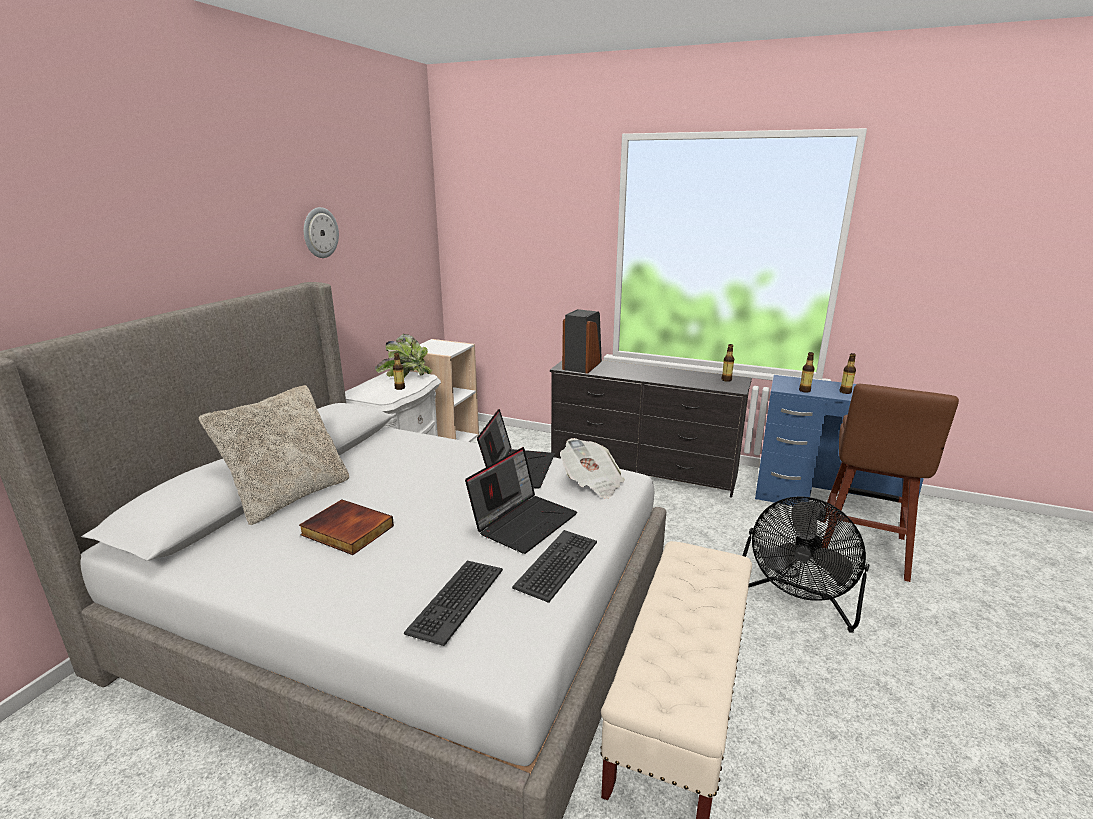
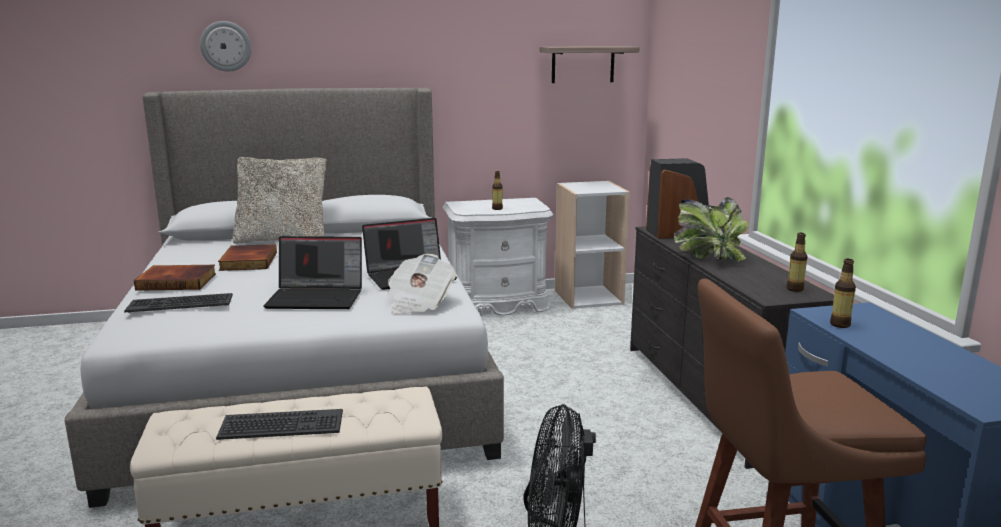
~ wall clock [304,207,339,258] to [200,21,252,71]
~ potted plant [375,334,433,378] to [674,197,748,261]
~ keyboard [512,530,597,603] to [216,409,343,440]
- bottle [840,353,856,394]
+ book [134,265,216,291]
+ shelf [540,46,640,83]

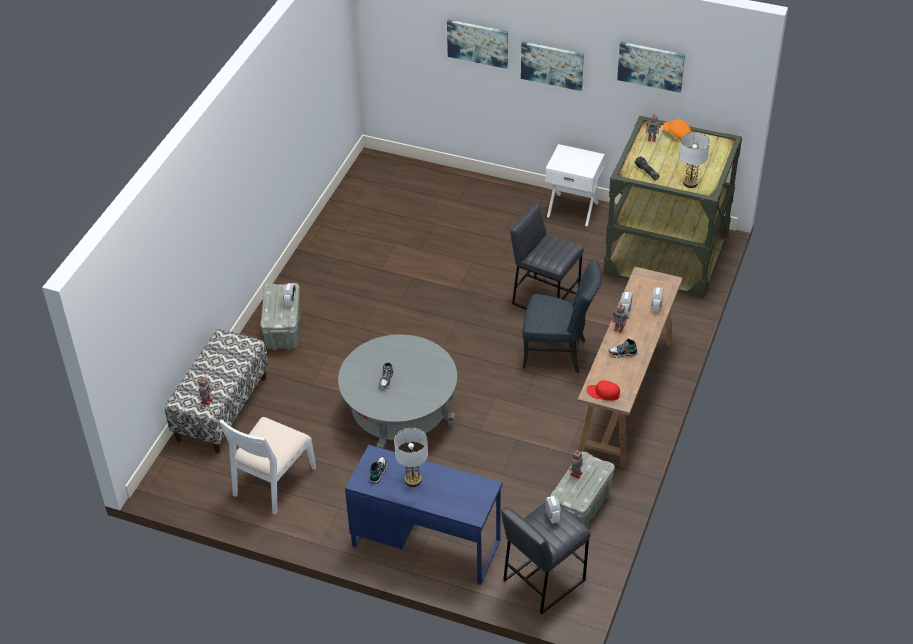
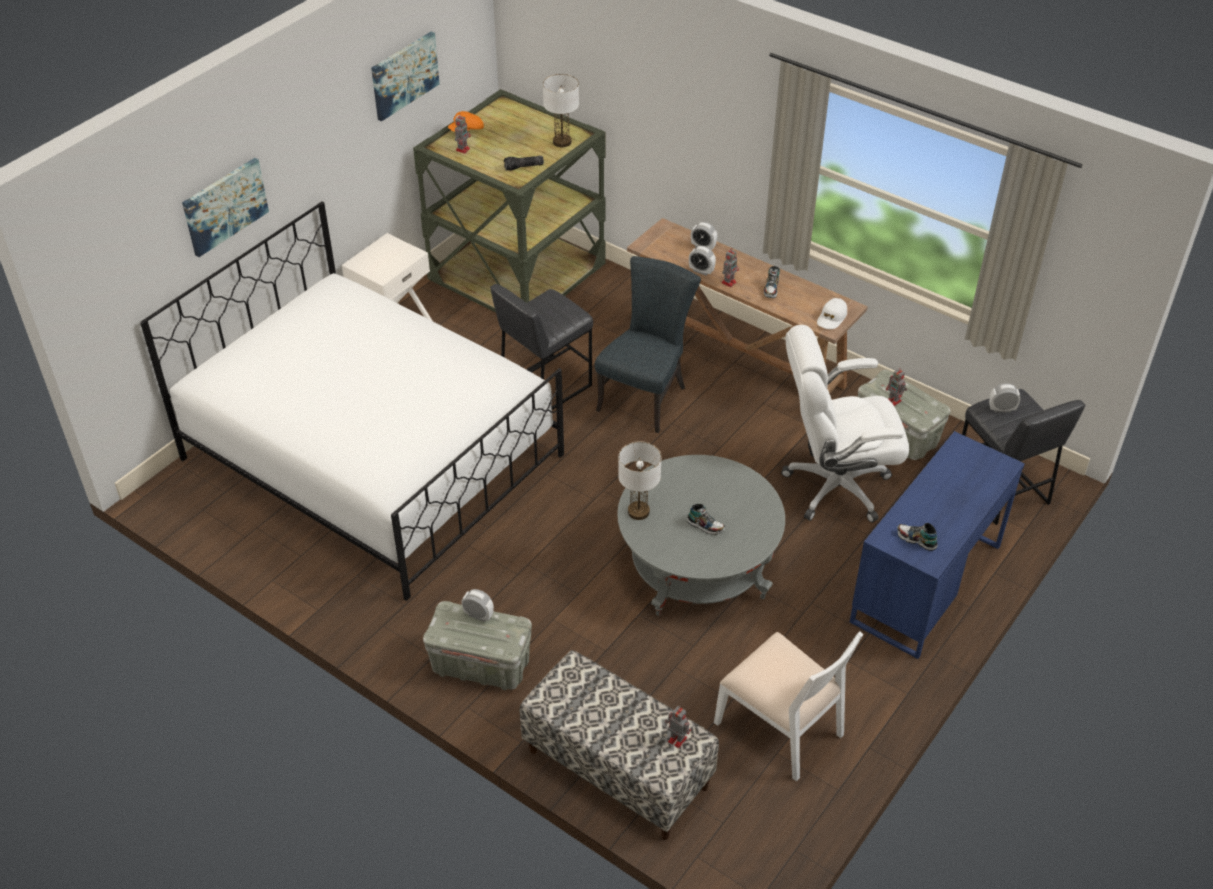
~ table lamp [394,428,428,487] to [618,441,661,520]
- picture [521,42,584,91]
~ red cap [587,380,620,401] to white cap [817,298,847,329]
+ white bed [140,201,564,601]
+ white office chair [781,325,909,523]

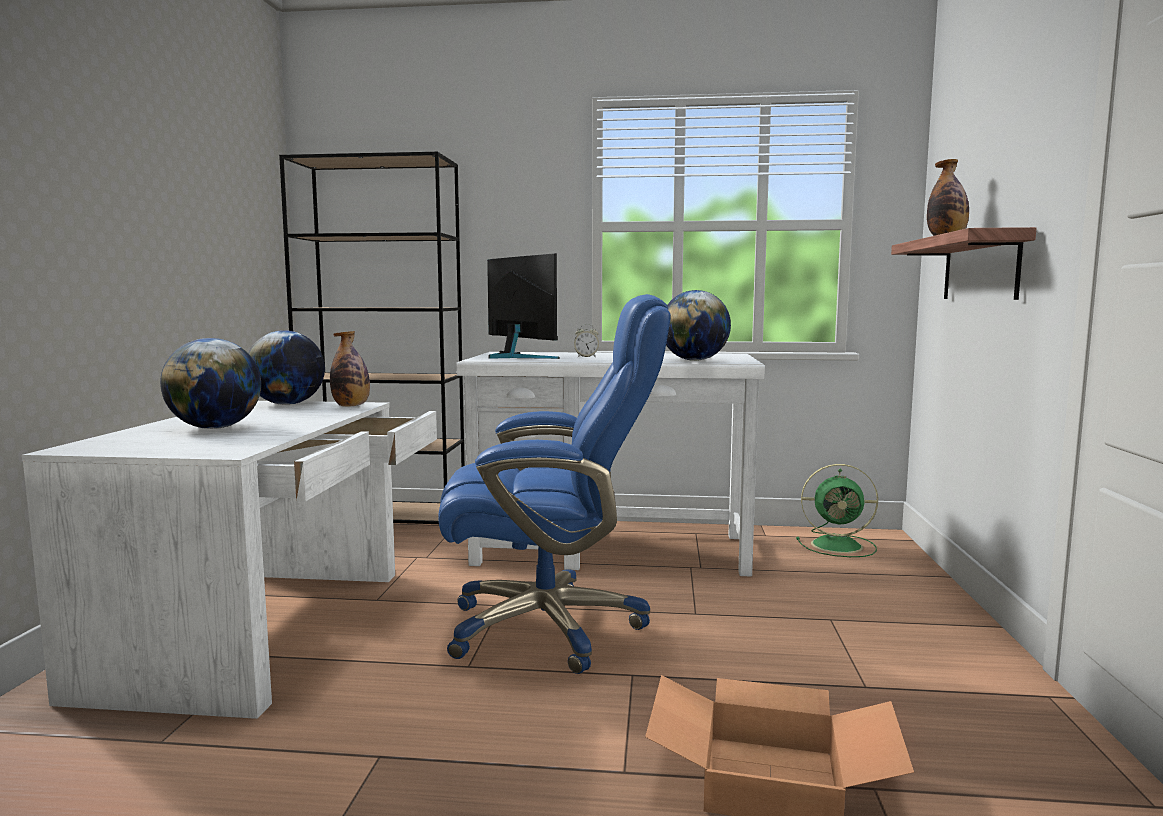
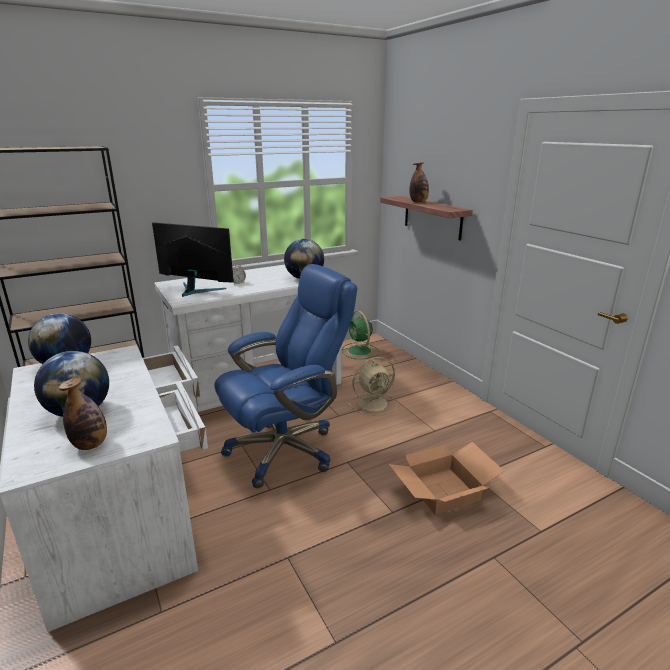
~ bottle [330,331,370,407] to [59,378,107,450]
~ green fan [796,464,878,557] = [342,311,379,359] 90 degrees clockwise
+ beige fan [348,357,397,416]

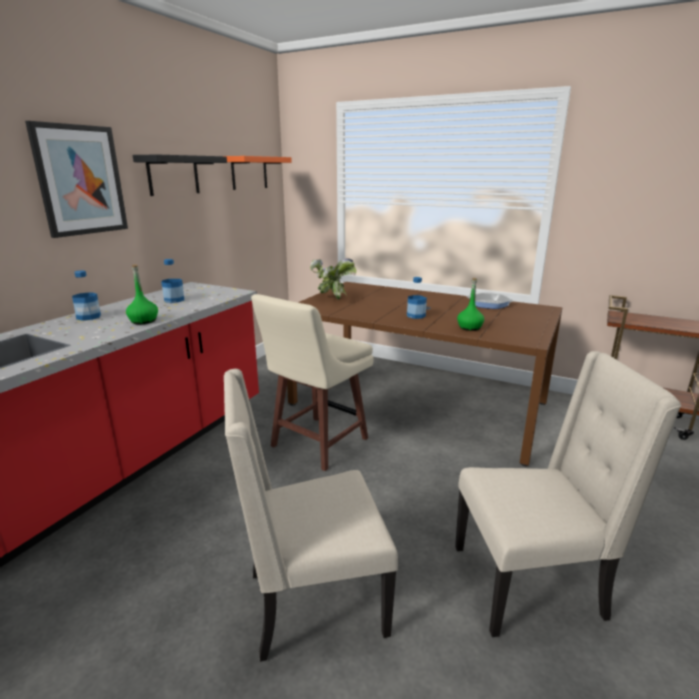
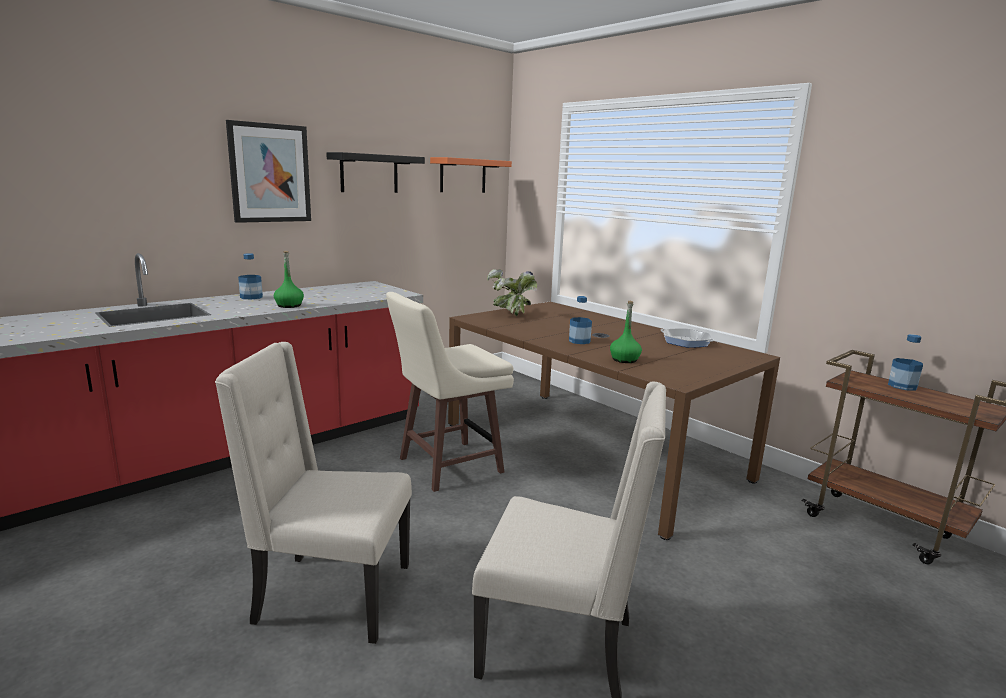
~ bottle [161,259,184,303] to [888,334,923,390]

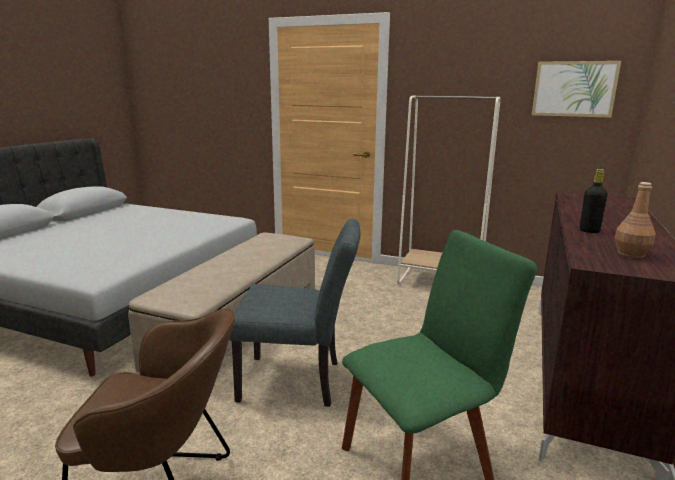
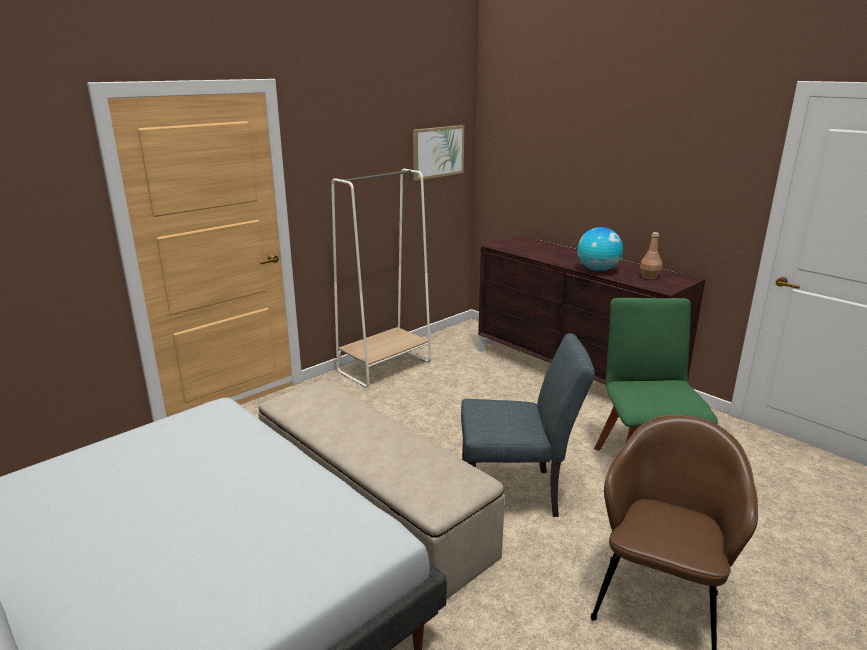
~ grey chair [229,219,360,407] = [461,333,595,517] 60 degrees clockwise
~ black bottle [580,169,608,233] to globe [577,227,623,272]

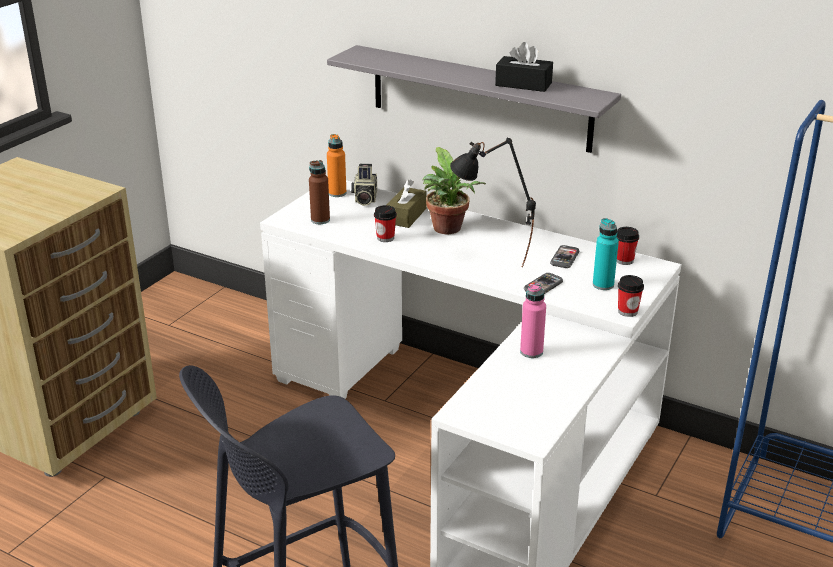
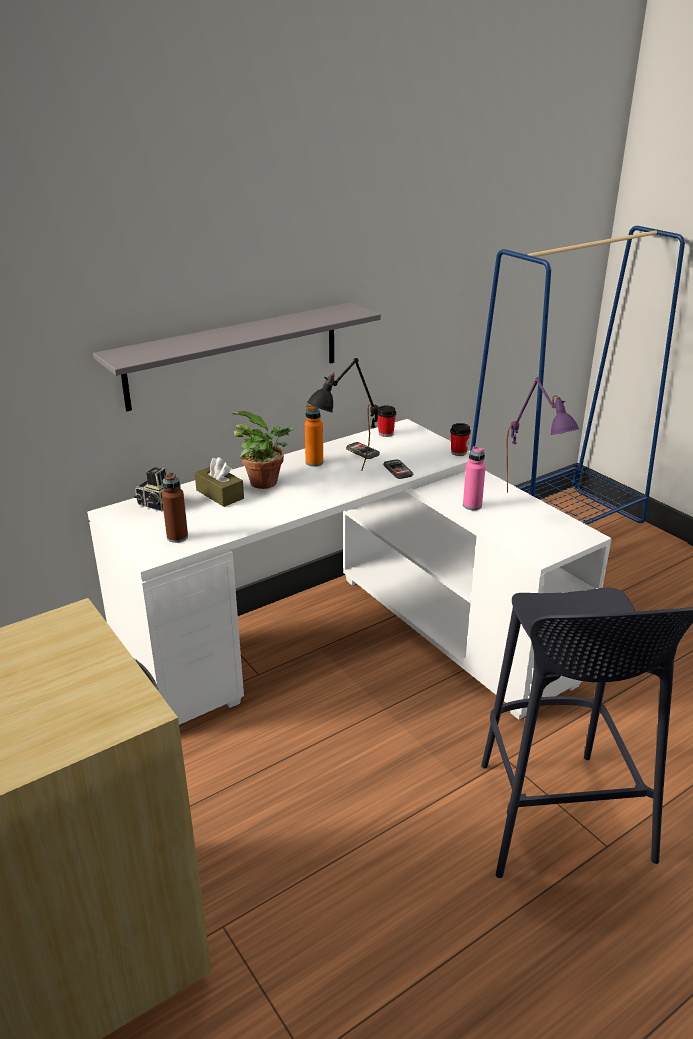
~ orange bottle [327,134,347,197] to [305,406,323,467]
- cup [374,205,397,242]
- black tissue box [495,42,553,92]
- turquoise bottle [593,218,619,290]
+ purple table lamp [507,377,579,493]

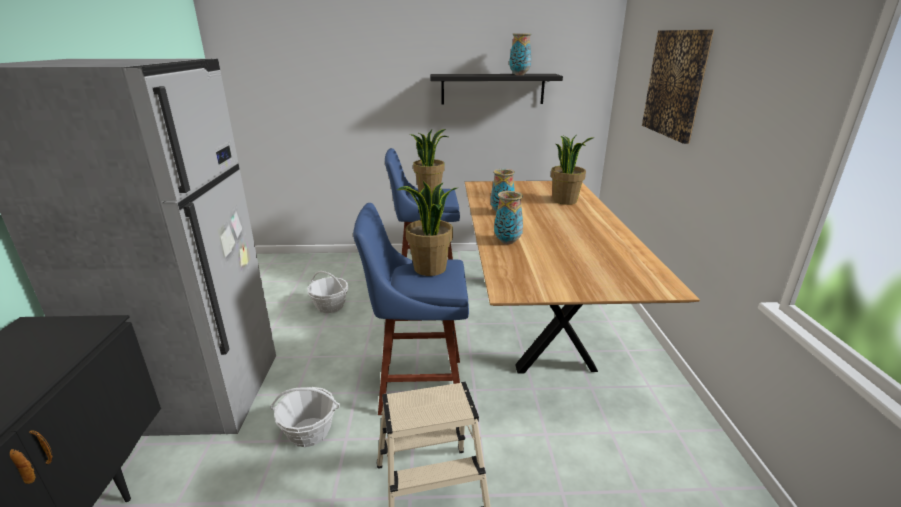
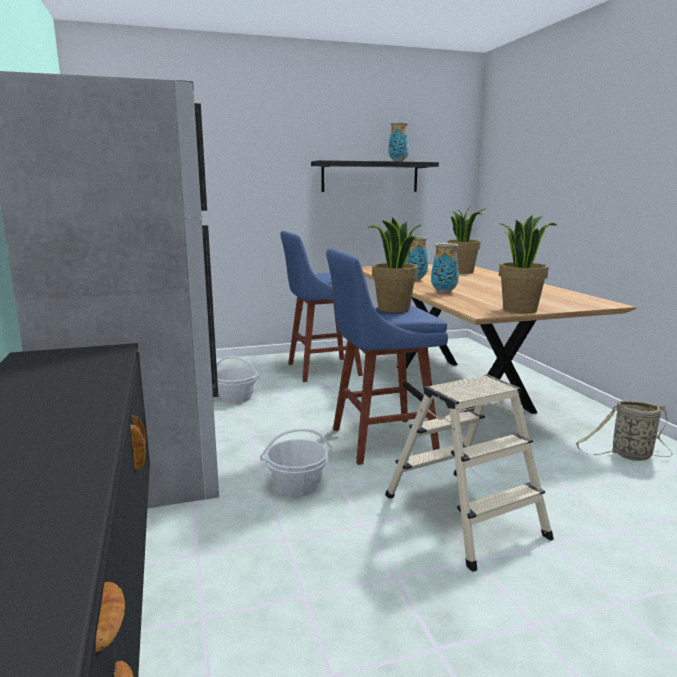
~ potted plant [410,129,448,193] to [499,215,557,313]
- picture [642,30,714,144]
+ basket [576,401,673,461]

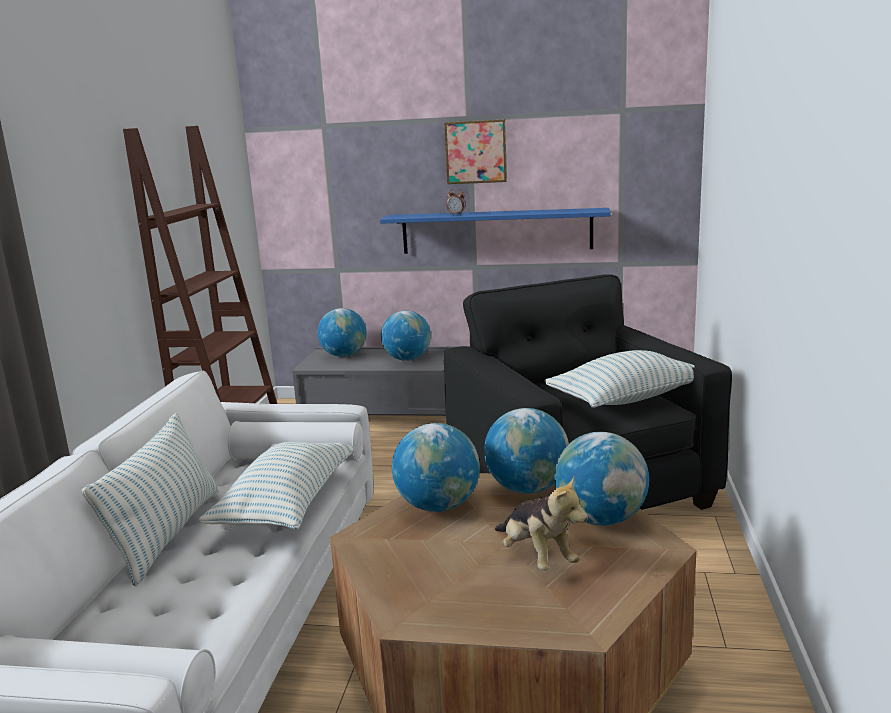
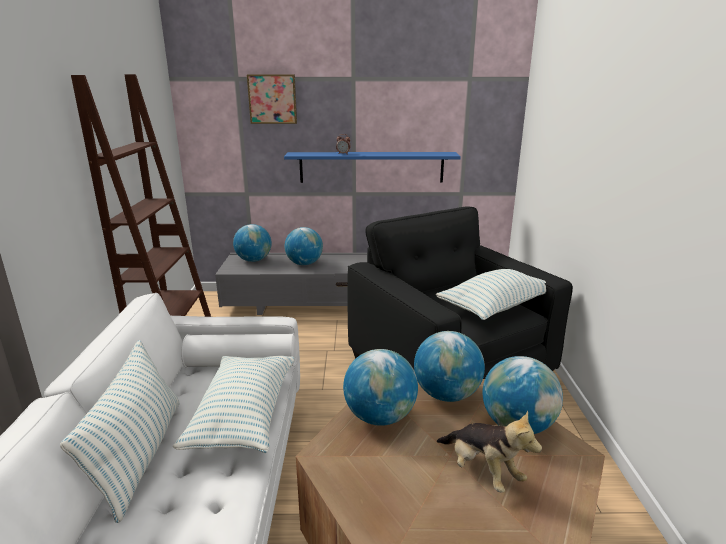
~ picture [444,119,507,184] to [247,74,297,124]

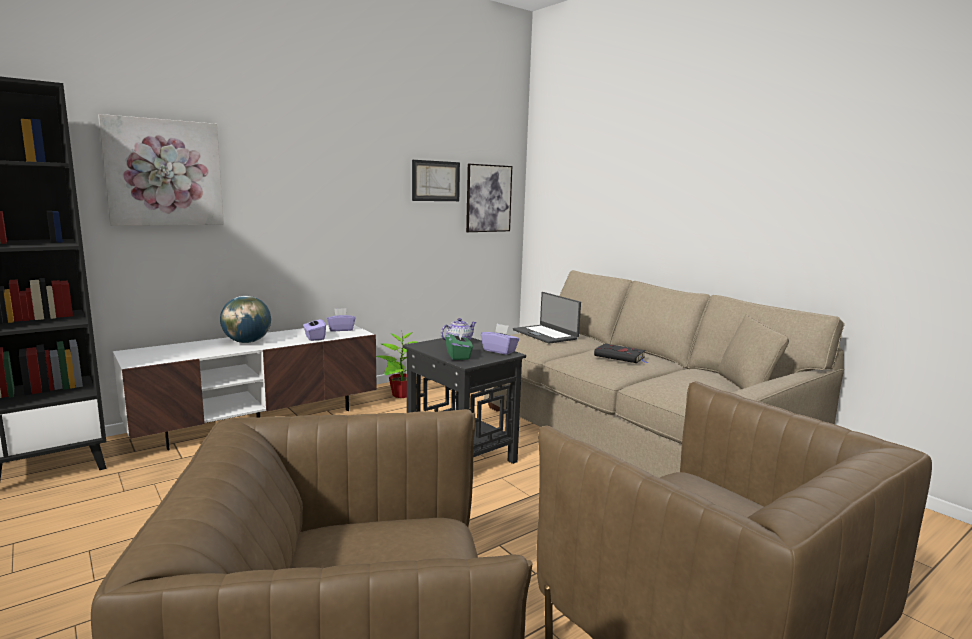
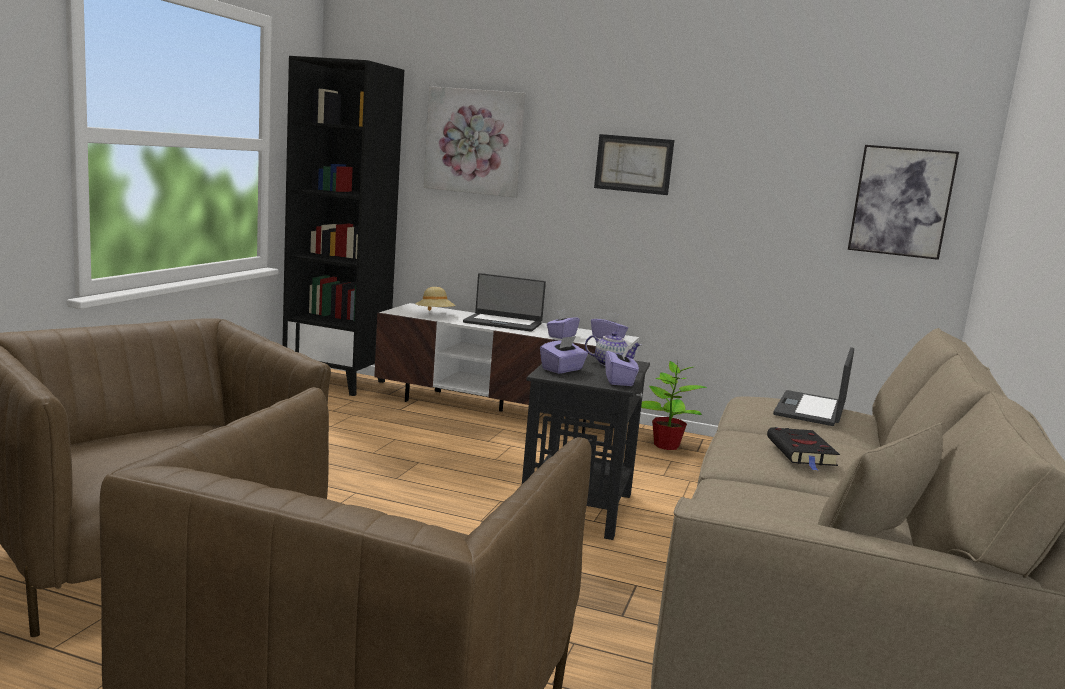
~ globe [220,296,271,343] to laptop [463,273,546,332]
~ picture [412,160,460,201] to [594,134,674,195]
~ green tissue box [446,329,473,360] to purple tissue box [540,336,588,374]
+ beige hat [416,287,455,311]

